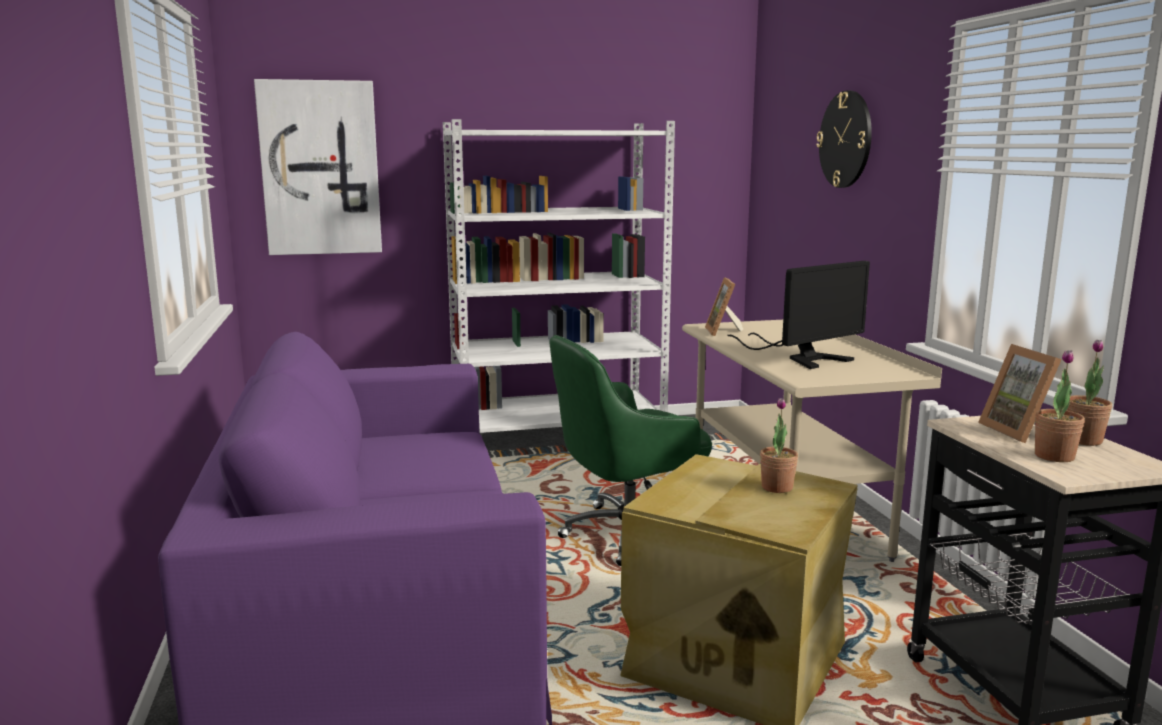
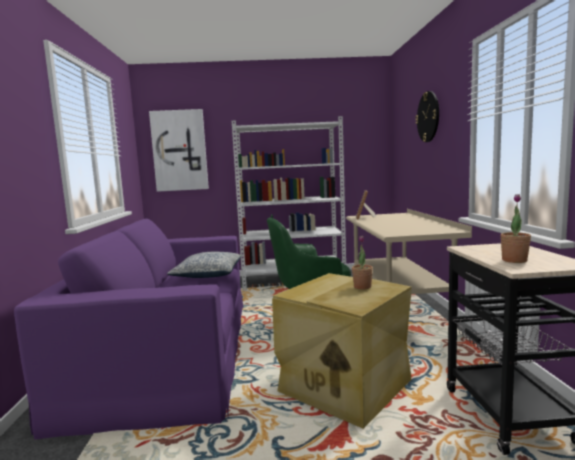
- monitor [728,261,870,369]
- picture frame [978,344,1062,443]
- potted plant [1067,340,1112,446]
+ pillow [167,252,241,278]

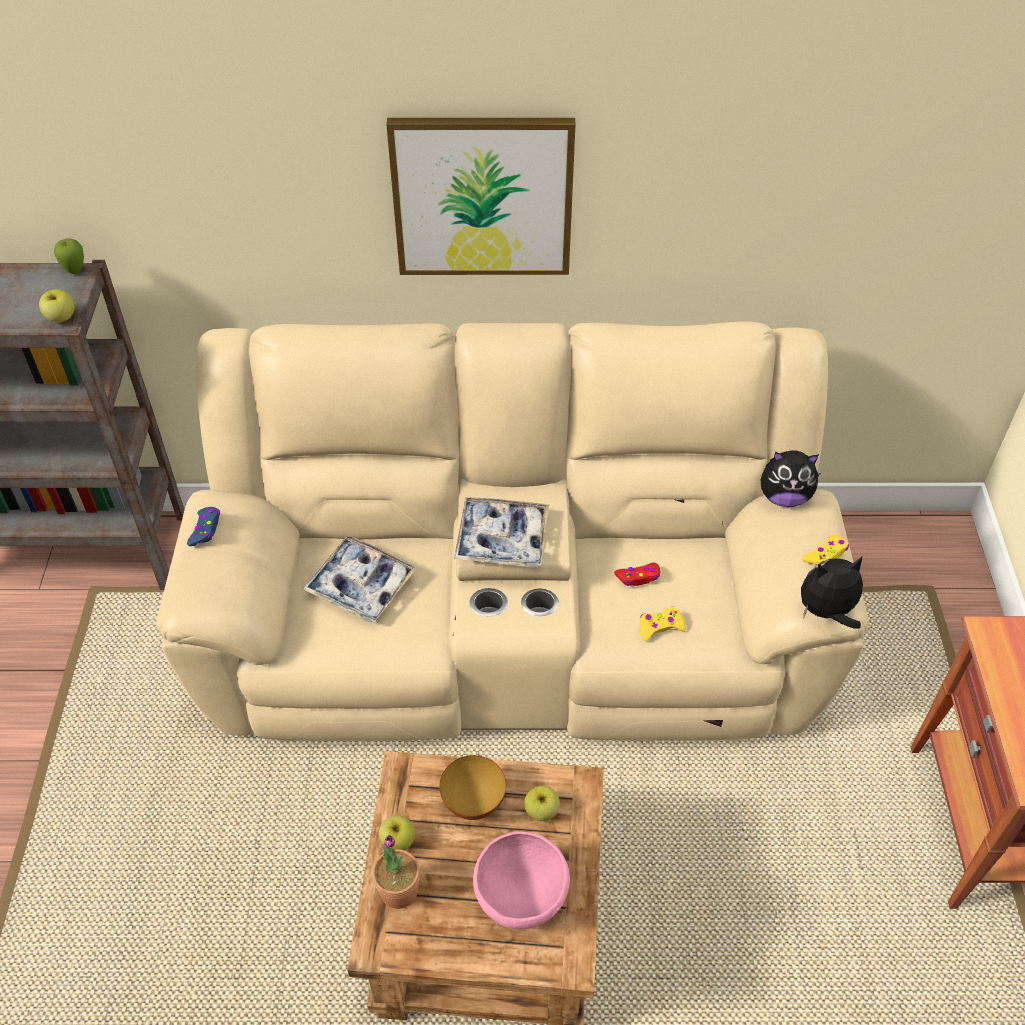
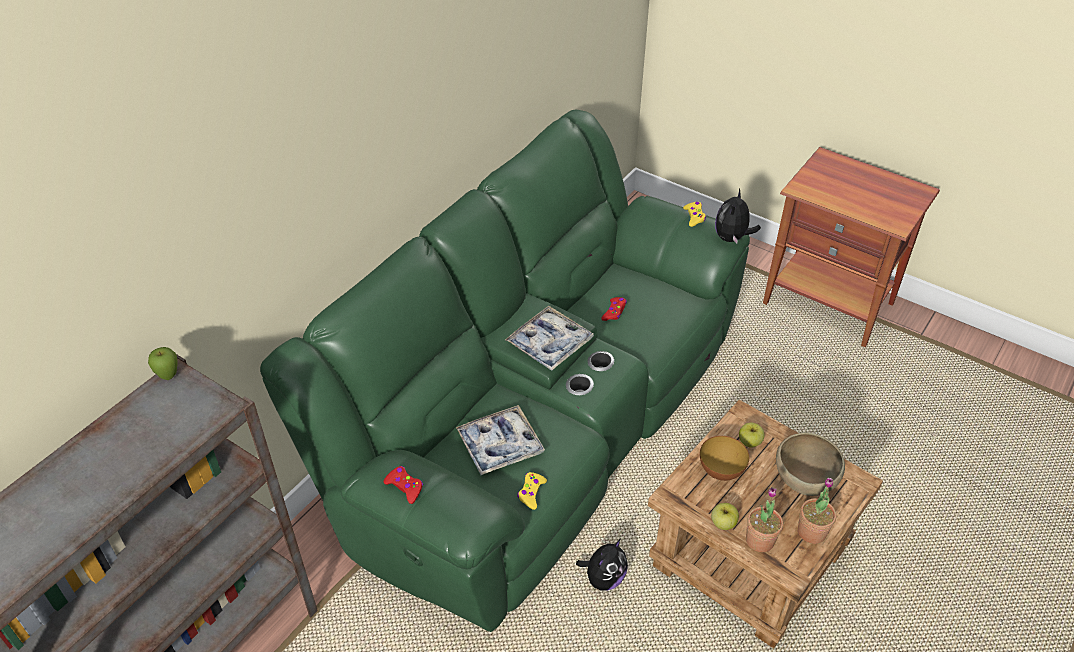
- apple [39,289,75,322]
~ beige sofa [156,321,869,741] to green sofa [260,110,750,632]
~ blue game controller [187,507,220,546] to red game controller [383,466,423,504]
- picture [386,118,576,275]
~ pink bowl [473,832,570,929] to brown bowl [776,433,845,496]
~ yellow game controller [640,607,686,641] to [517,472,547,510]
~ plush toy [761,450,820,507] to [576,539,628,591]
+ potted plant [798,478,836,544]

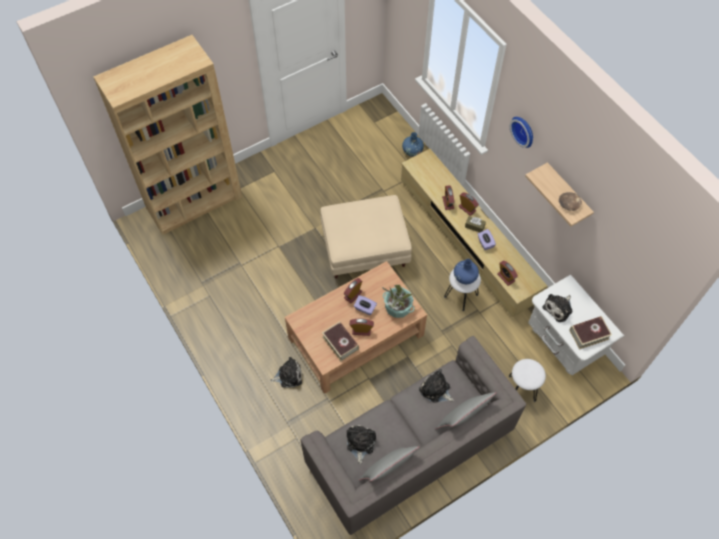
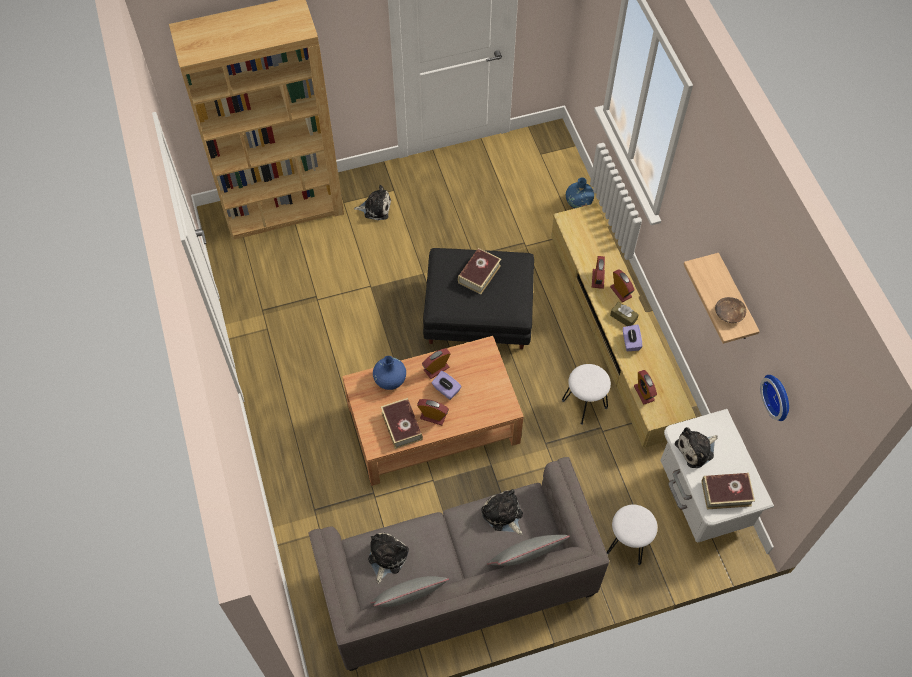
~ plush toy [270,357,302,388] to [354,185,391,221]
~ beige ottoman [320,195,412,279] to black ottoman [423,248,534,349]
- potted plant [382,285,417,318]
~ blue vase [454,259,479,284] to [373,356,406,390]
~ wall clock [510,117,533,148] to [760,375,789,421]
+ book [458,248,501,294]

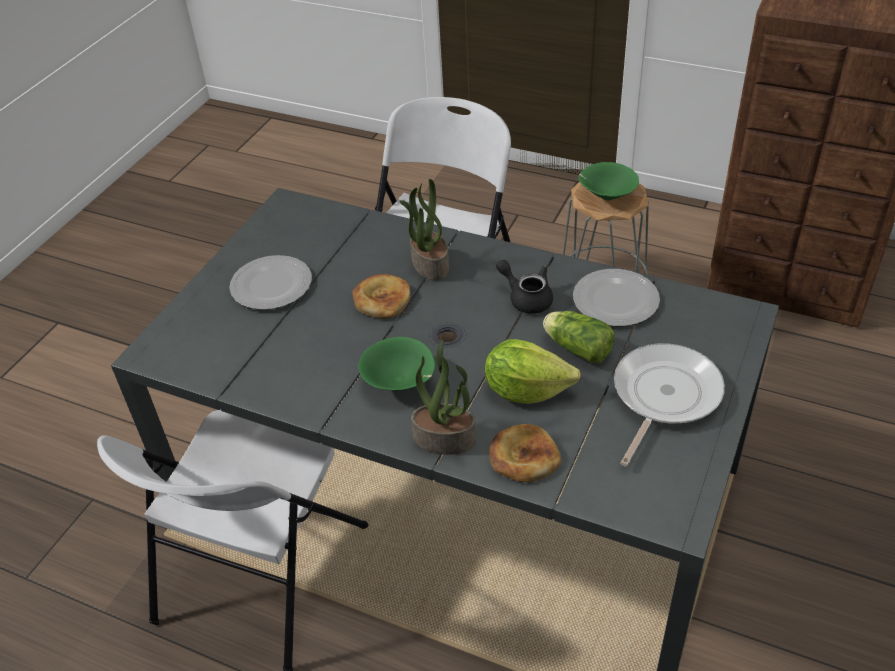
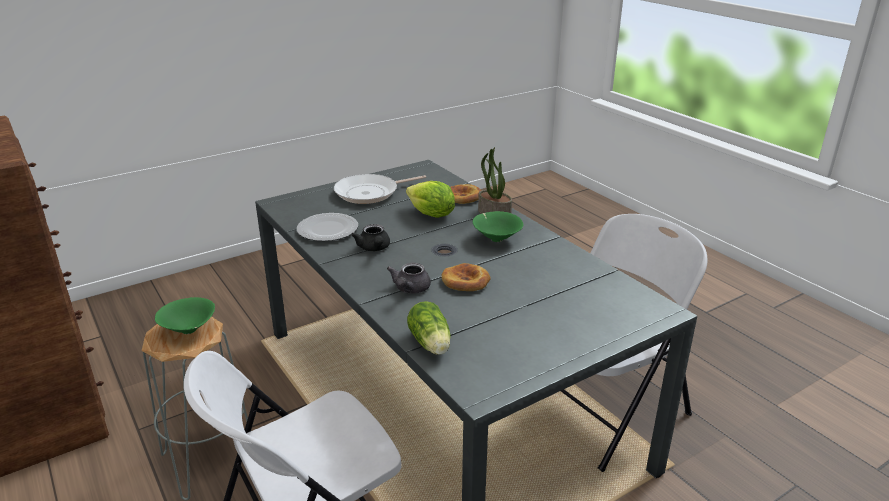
- plate [229,255,312,310]
~ potted plant [399,179,449,280] to grey teapot [387,263,431,294]
~ lettuce [543,311,615,363] to [407,301,451,355]

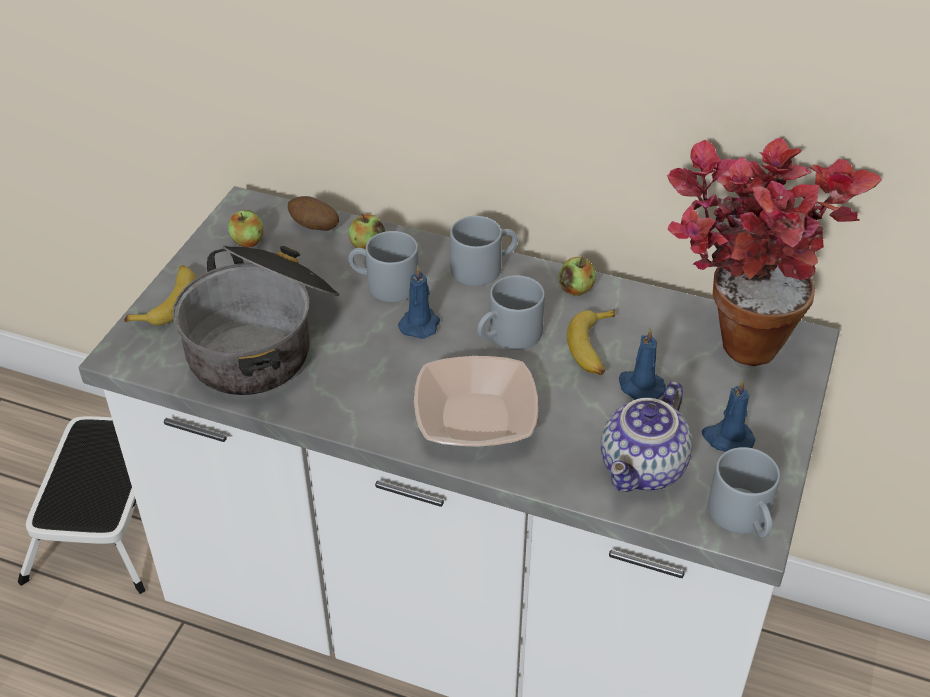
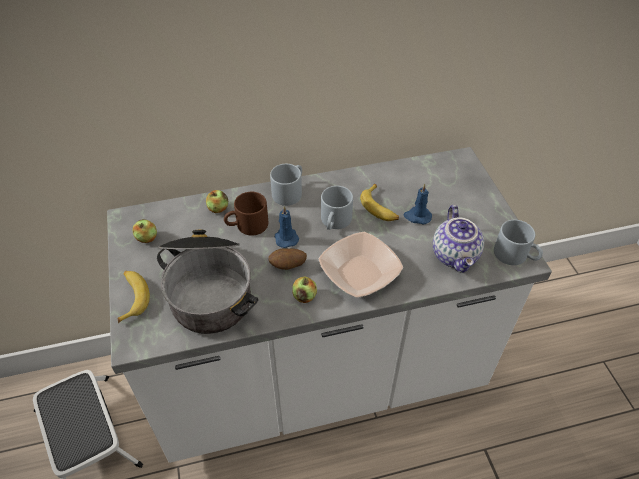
~ potato [288,196,339,231] to [268,248,307,270]
~ grey mug [348,231,419,302] to brown mug [224,192,268,236]
~ apple [559,257,596,296] to [292,276,317,303]
- potted plant [667,137,882,366]
- blue candle [702,379,755,452]

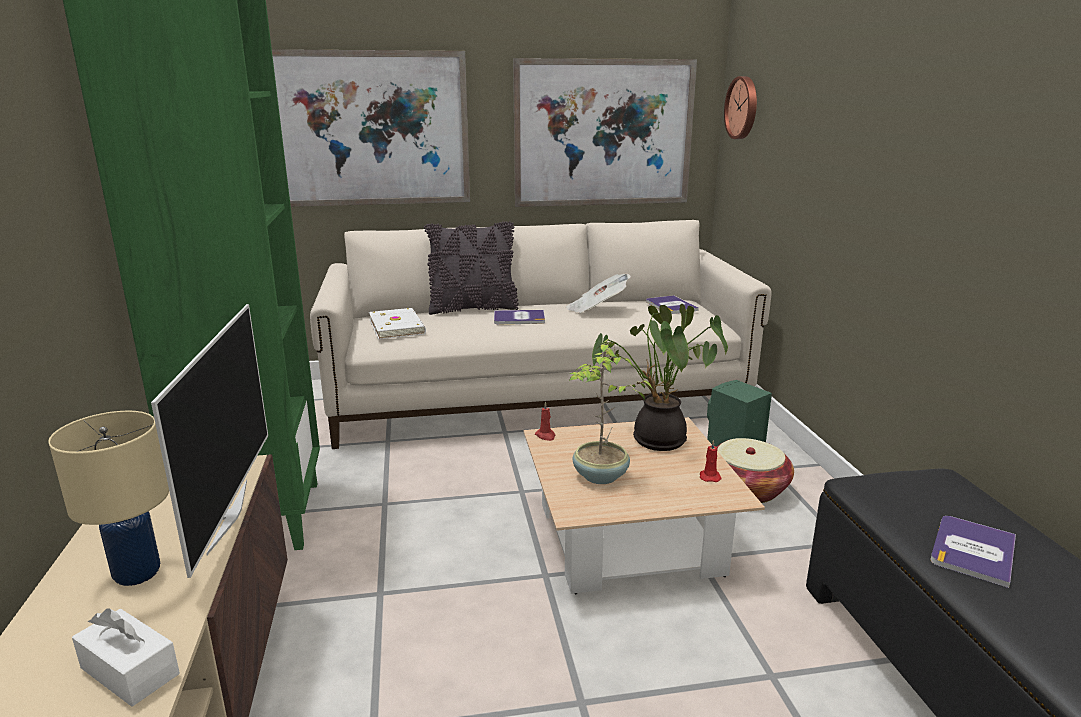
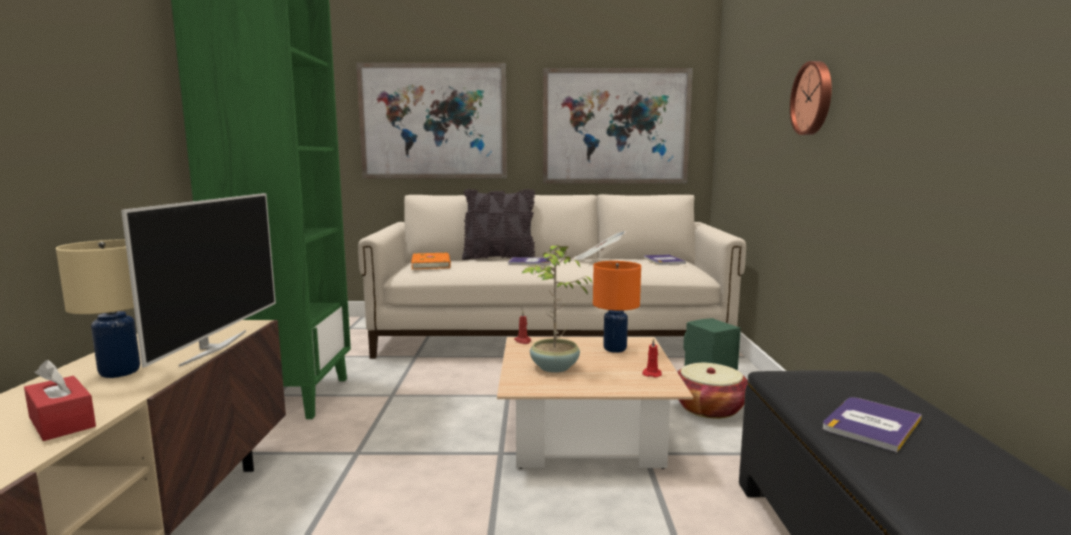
~ white tissue box [72,609,180,707] to red tissue box [24,360,96,441]
~ white book [369,308,426,339] to orange book [411,252,451,269]
~ potted plant [592,304,728,451] to orange table lamp [593,261,641,353]
~ wall clock [724,76,757,139] to [790,61,832,135]

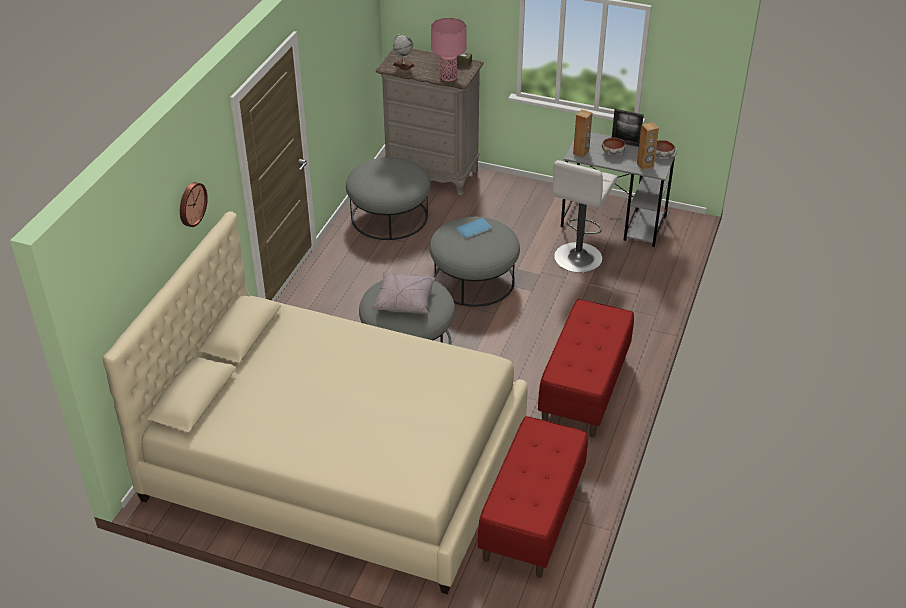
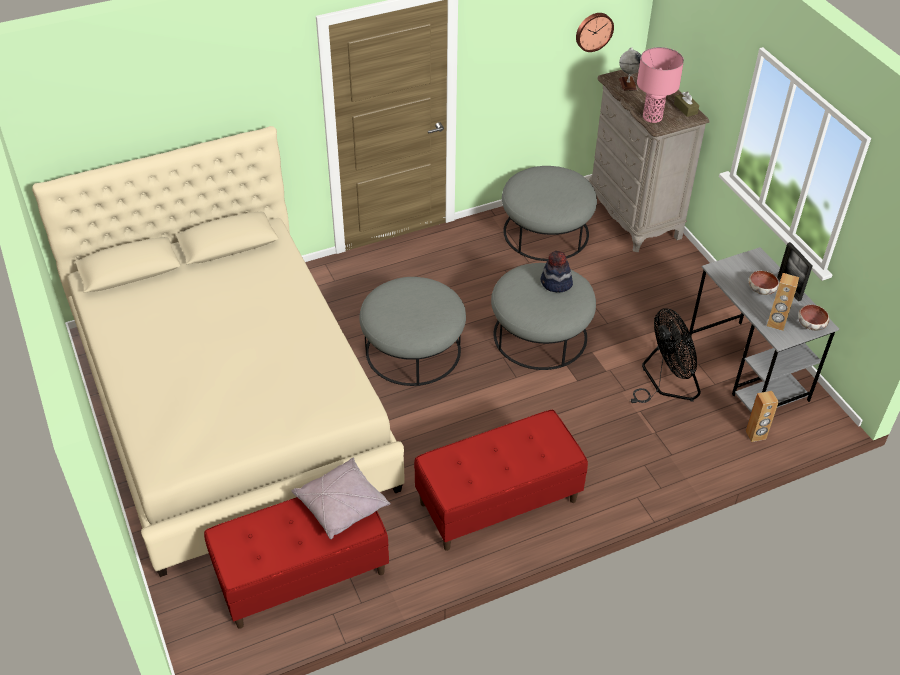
~ wall clock [180,182,208,227] to [576,13,614,52]
~ purple pillow [372,272,436,314] to [292,457,391,539]
~ blue book [456,218,492,239] to hat [541,251,573,292]
~ white stool [553,160,617,272] to black fan [630,308,701,403]
~ brown speaker [573,110,593,158] to [746,391,779,442]

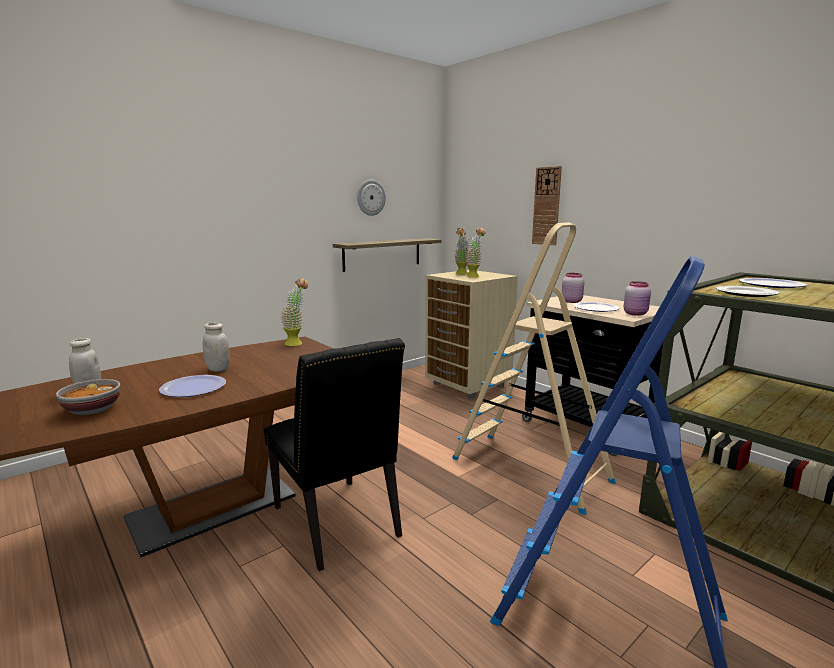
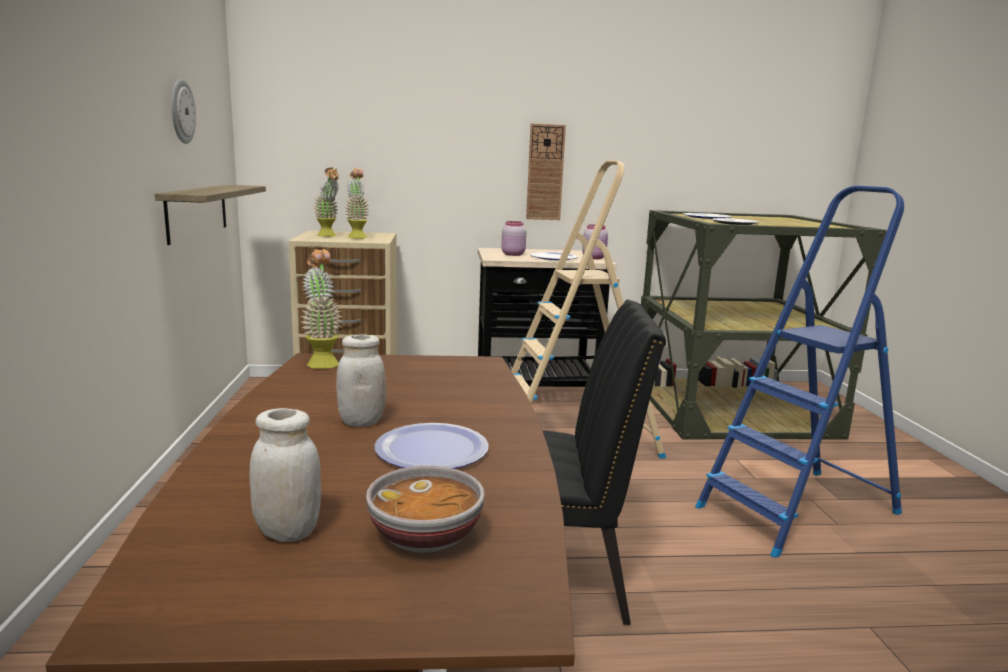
~ wall clock [532,166,562,245] to [526,124,566,220]

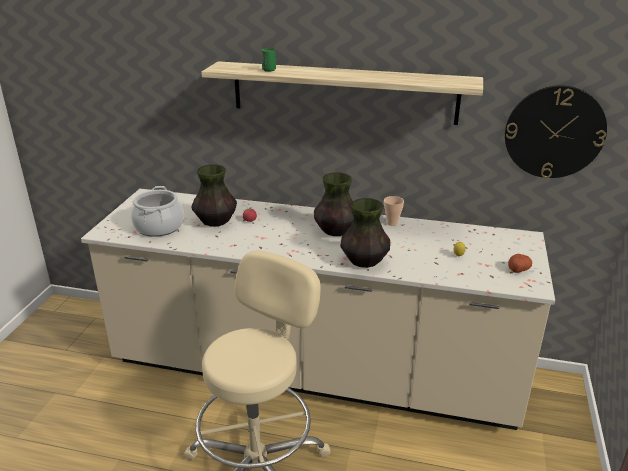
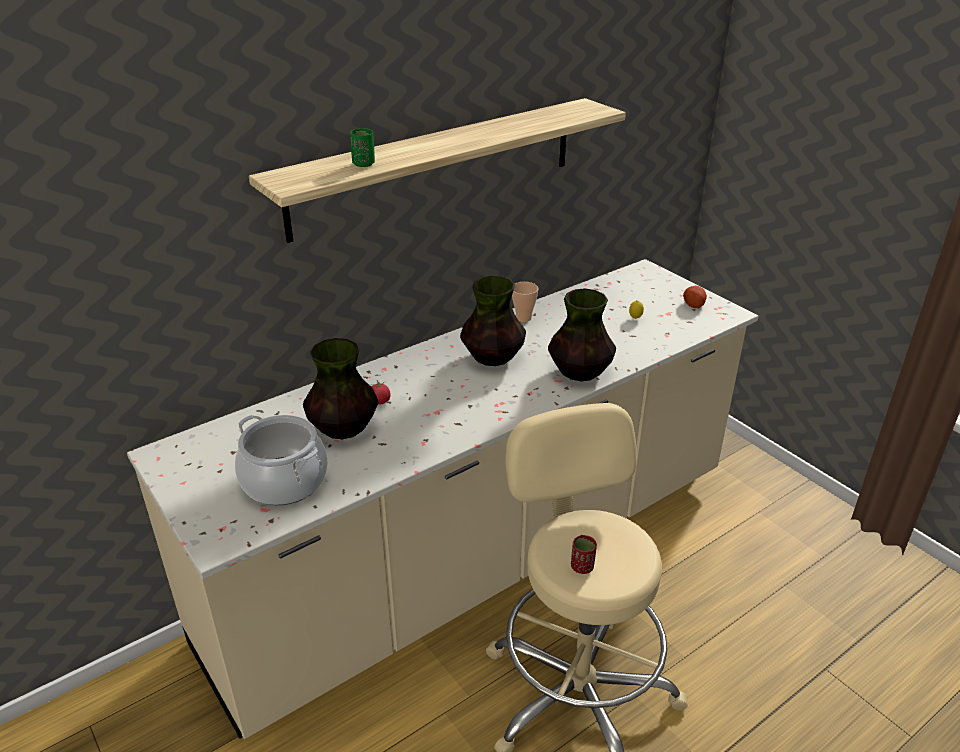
- wall clock [505,85,607,178]
+ red cup [571,535,597,574]

